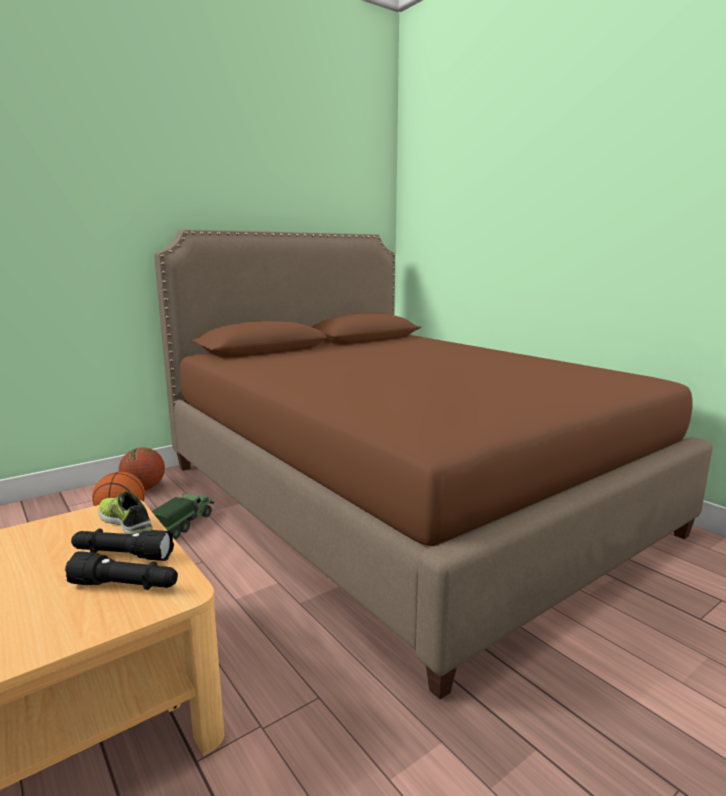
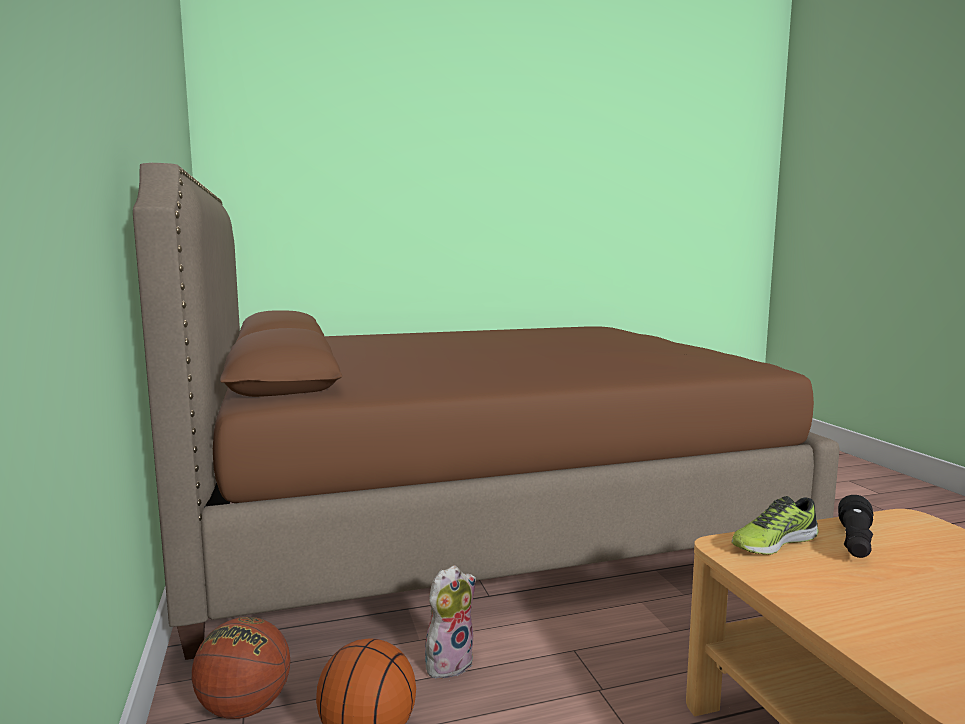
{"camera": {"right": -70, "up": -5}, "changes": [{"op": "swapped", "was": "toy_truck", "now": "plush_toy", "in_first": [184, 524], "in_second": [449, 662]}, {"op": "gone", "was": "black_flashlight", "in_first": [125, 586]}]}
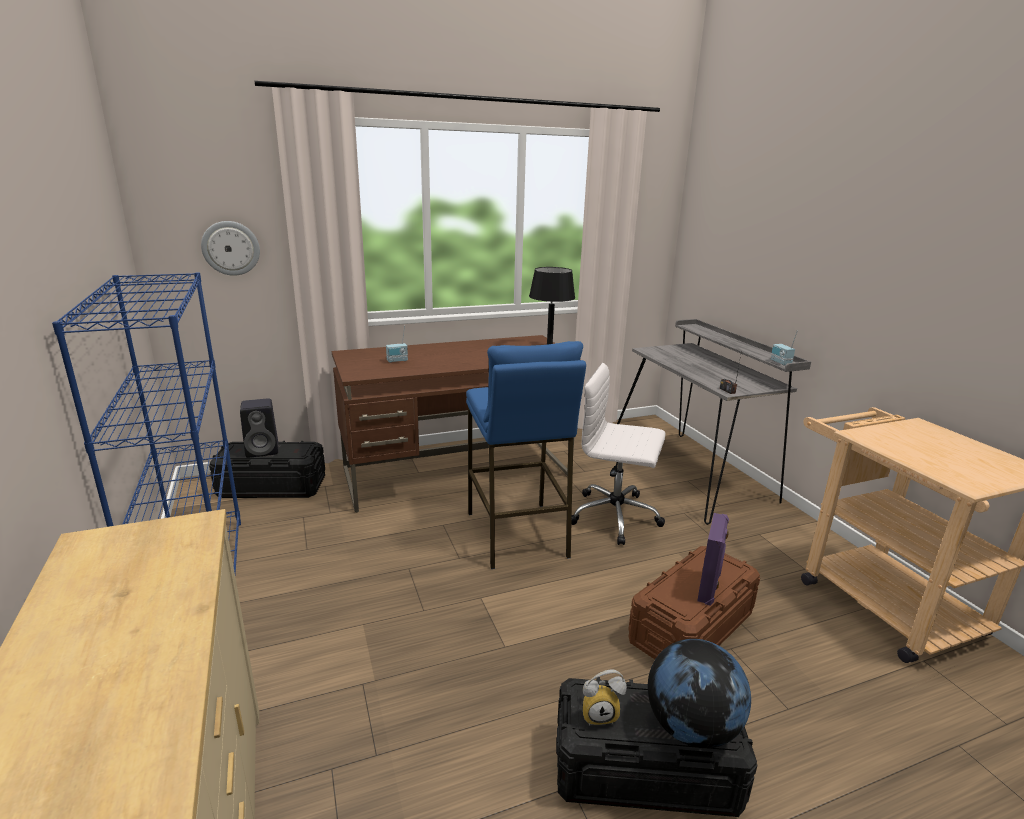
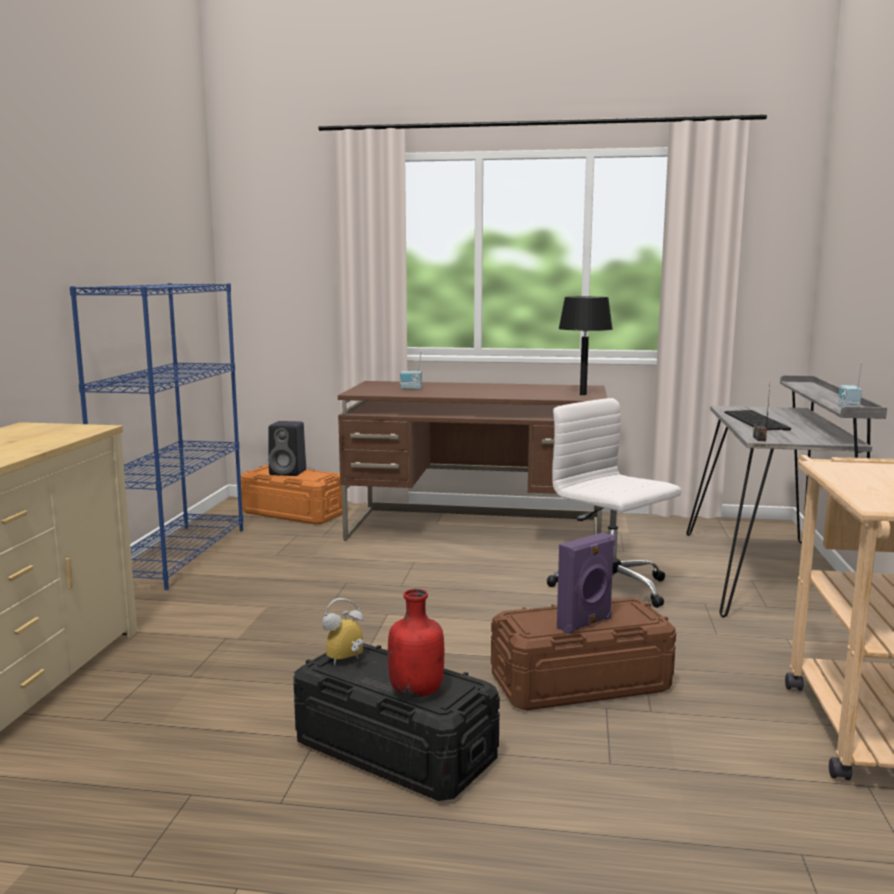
{"camera": {"right": 30, "up": -10}, "changes": [{"op": "repainted", "was": "black_storage_box", "now": "orange_storage_box", "in_first": [272, 487], "in_second": [293, 513]}, {"op": "rotated", "was": "alarm_clock", "in_first": [600, 713], "in_second": [346, 661], "clockwise": 120}, {"op": "swapped", "was": "globe", "now": "red_bottle", "in_first": [691, 728], "in_second": [417, 691]}, {"op": "new", "now": "keyboard", "in_second": [758, 421]}, {"op": "gone", "was": "wall_clock", "in_first": [231, 248]}, {"op": "gone", "was": "blue_stool", "in_first": [517, 534]}]}
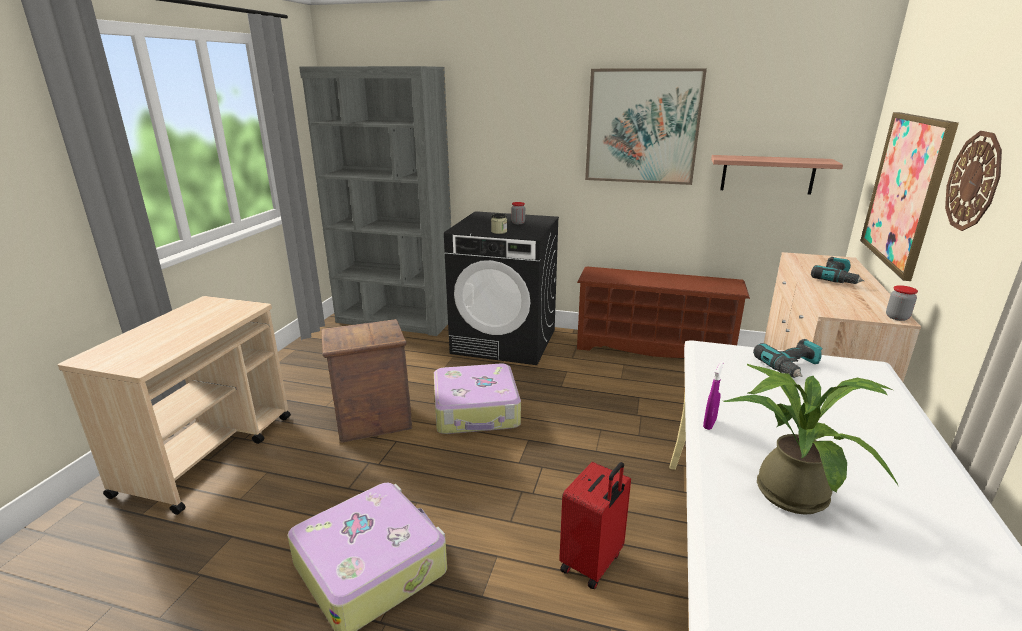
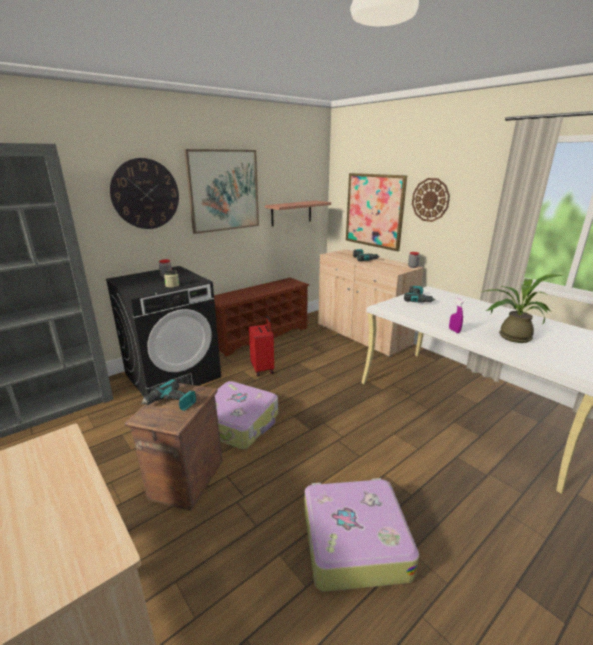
{"camera": {"right": -55, "up": 0}, "changes": [{"op": "new", "now": "wall_clock", "in_second": [145, 194]}, {"op": "new", "now": "power_drill", "in_second": [171, 403]}, {"op": "shifted", "was": "red_suitcase", "in_first": [592, 563], "in_second": [263, 369]}]}
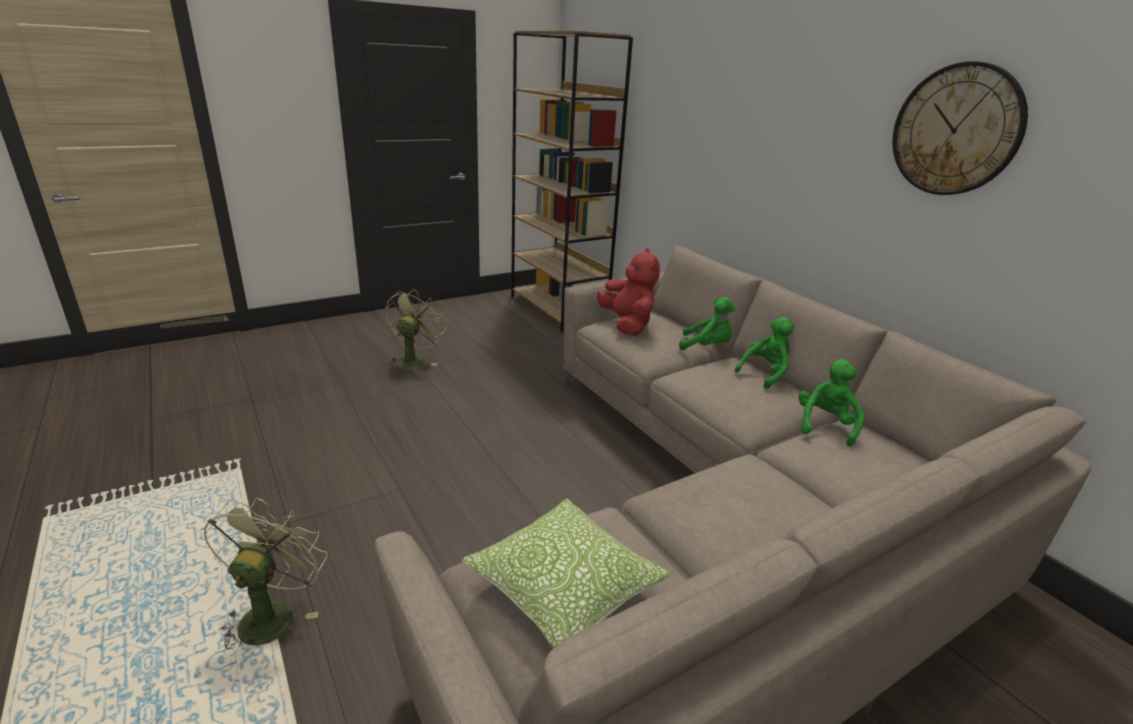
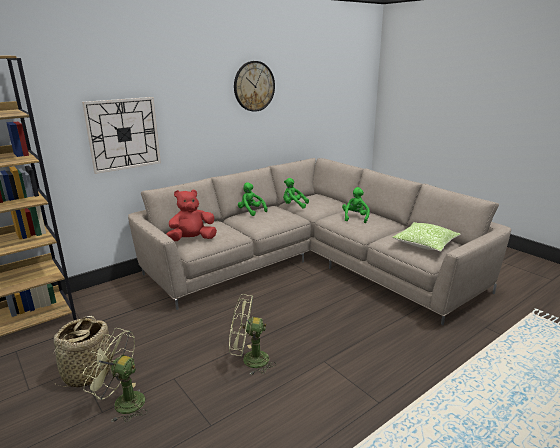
{"camera": {"right": -95, "up": -5}, "changes": [{"op": "new", "now": "basket", "in_second": [87, 373]}, {"op": "new", "now": "wall_clock", "in_second": [123, 134]}, {"op": "shifted", "was": "green_fan", "in_first": [271, 613], "in_second": [249, 360]}, {"op": "shifted", "was": "green_plush_toy", "in_first": [706, 346], "in_second": [355, 218]}]}
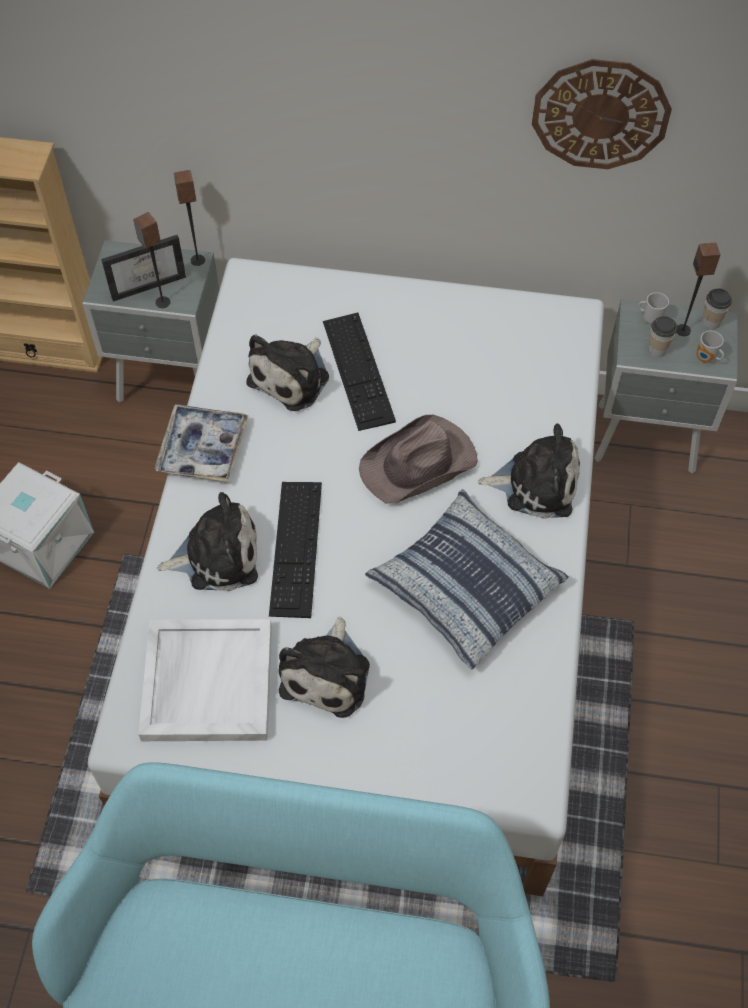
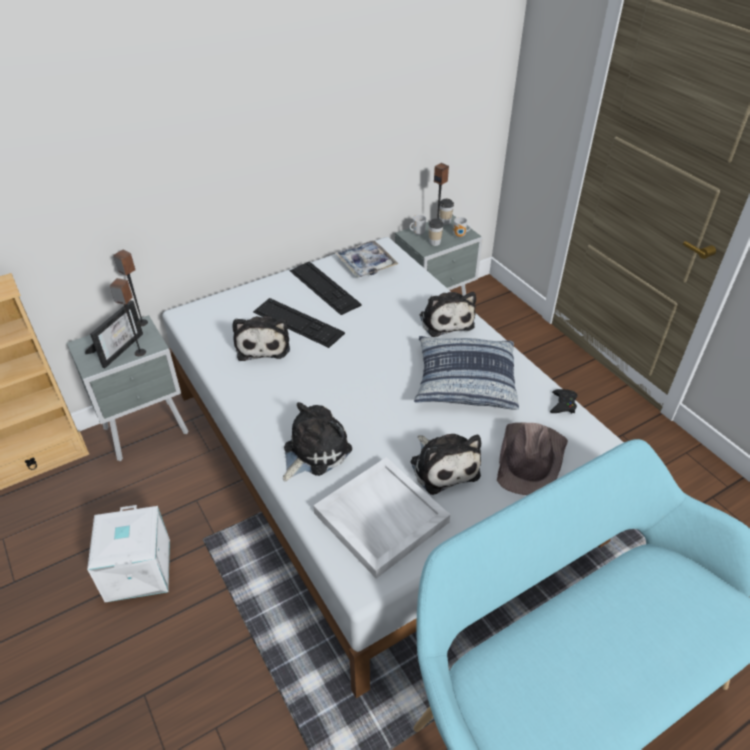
{"camera": {"right": -40, "up": -15}, "changes": [{"op": "shifted", "was": "keyboard", "in_first": [296, 548], "in_second": [324, 287]}, {"op": "shifted", "was": "tray", "in_first": [203, 448], "in_second": [366, 264]}, {"op": "rotated", "was": "plush_toy", "in_first": [536, 483], "in_second": [445, 320], "clockwise": 105}, {"op": "shifted", "was": "brown_hat", "in_first": [419, 464], "in_second": [531, 459]}, {"op": "new", "now": "black_game_controller", "in_second": [563, 404]}, {"op": "gone", "was": "wall_clock", "in_first": [600, 114]}]}
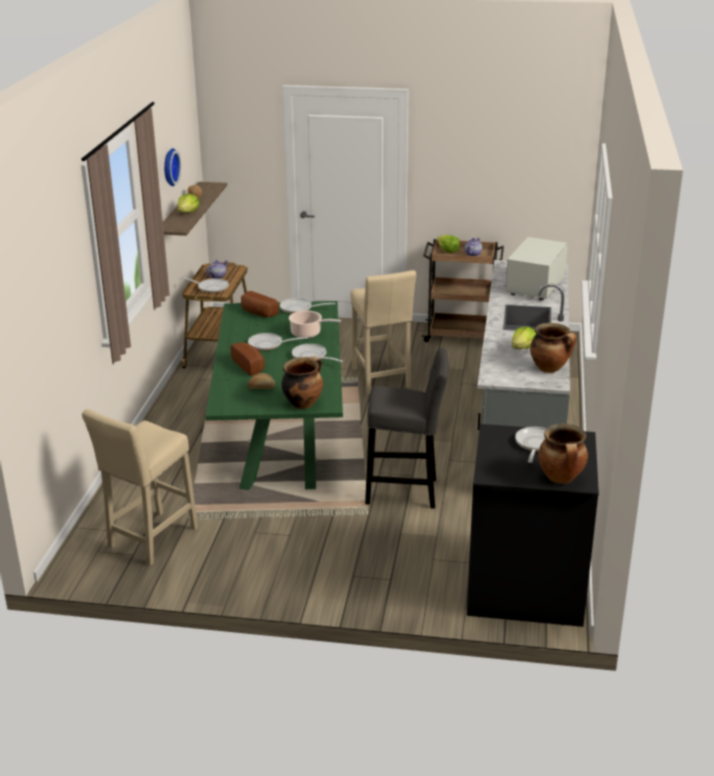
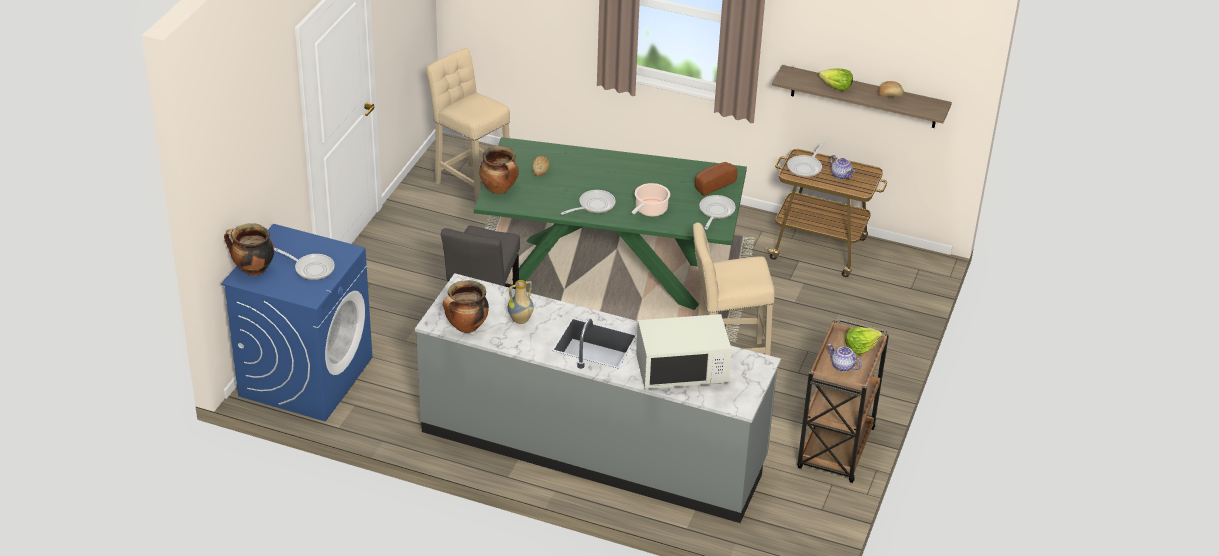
{"camera": {"right": 100, "up": 10}, "changes": [{"op": "repainted", "was": "black_washing_machine", "now": "blue_washing_machine", "in_first": [524, 587], "in_second": [306, 376]}, {"op": "swapped", "was": "lettuce", "now": "vase", "in_first": [523, 348], "in_second": [520, 320]}, {"op": "rotated", "was": "white_microwave", "in_first": [535, 286], "in_second": [682, 371], "clockwise": 135}, {"op": "gone", "was": "wall_clock", "in_first": [169, 167]}, {"op": "gone", "was": "bread", "in_first": [250, 366]}, {"op": "gone", "was": "frying_pan", "in_first": [268, 345]}]}
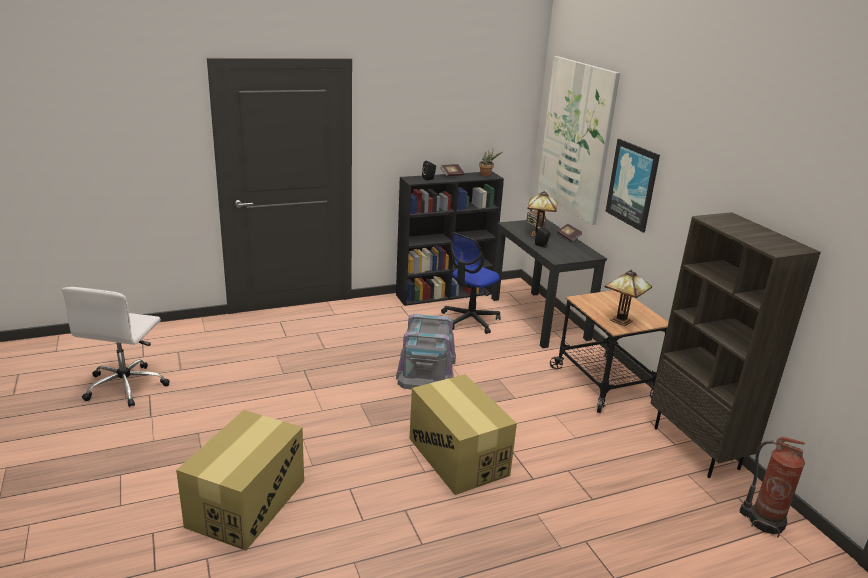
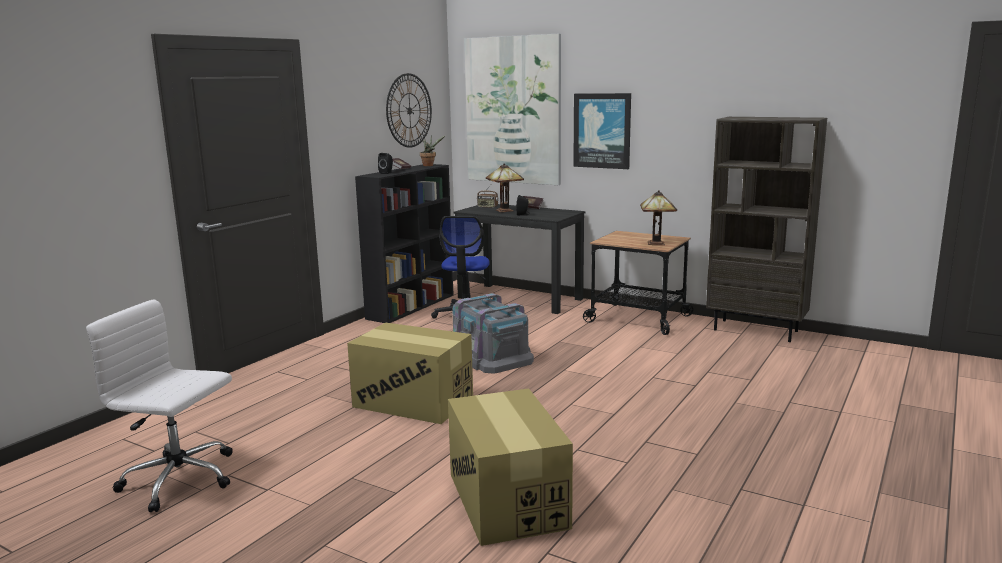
{"camera": {"right": -35, "up": -10}, "changes": [{"op": "rotated", "was": "white_office_chair", "in_first": [126, 386], "in_second": [181, 480], "clockwise": 135}, {"op": "shifted", "was": "cardboard_box", "in_first": [458, 456], "in_second": [413, 401]}, {"op": "new", "now": "wall_clock", "in_second": [409, 110]}, {"op": "gone", "was": "fire_extinguisher", "in_first": [764, 521]}]}
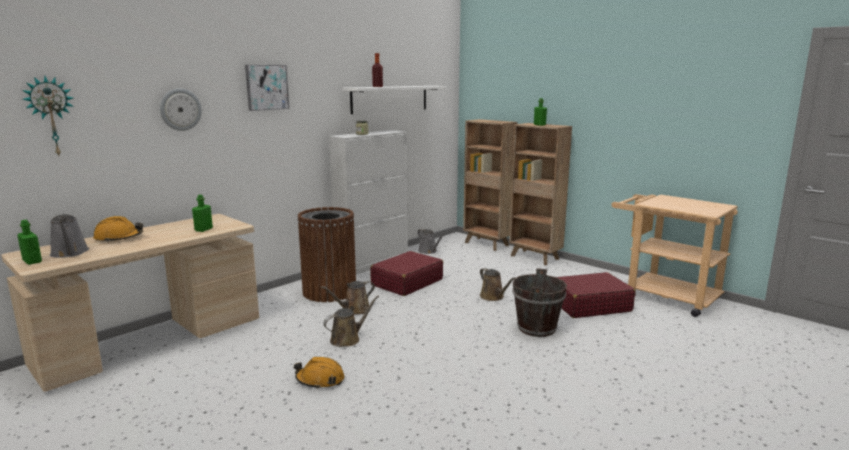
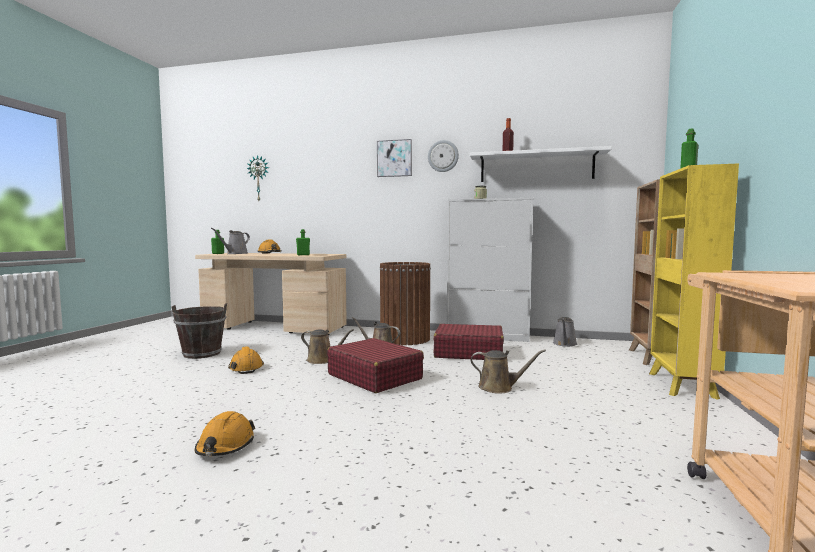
{"camera": {"right": 60, "up": -10}, "changes": [{"op": "shifted", "was": "brown_bucket", "in_first": [537, 328], "in_second": [201, 354]}, {"op": "new", "now": "orange_hard_hat", "in_second": [225, 446]}, {"op": "shifted", "was": "red_suitcase", "in_first": [589, 305], "in_second": [374, 377]}, {"op": "shifted", "was": "wall_clock", "in_first": [180, 109], "in_second": [443, 156]}, {"op": "rotated", "was": "brown_watering_can", "in_first": [493, 297], "in_second": [499, 388], "clockwise": -105}, {"op": "repainted", "was": "brown_bookcase", "now": "yellow_bookcase", "in_first": [535, 258], "in_second": [681, 386]}]}
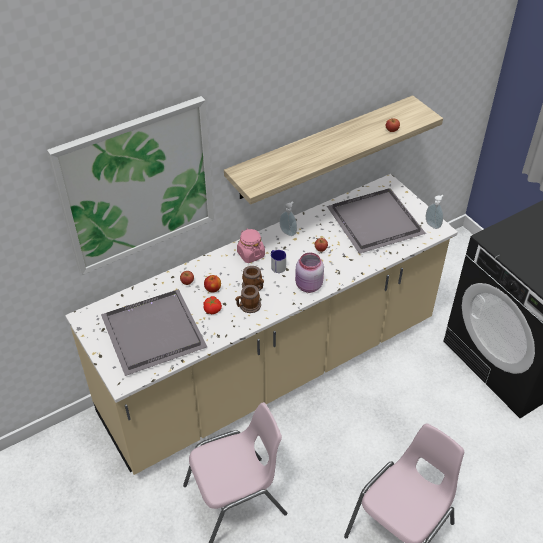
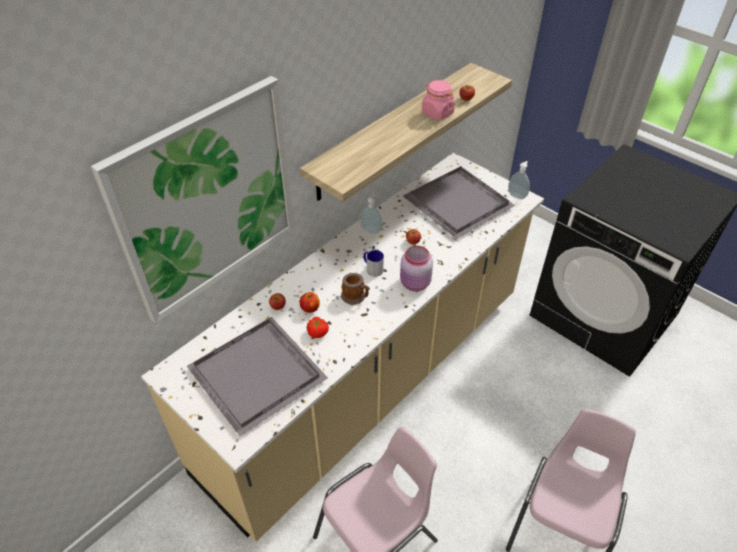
{"camera": {"right": -15, "up": 0}, "changes": [{"op": "shifted", "was": "pink_jar", "in_first": [250, 254], "in_second": [437, 113]}, {"op": "gone", "was": "mug", "in_first": [248, 306]}]}
